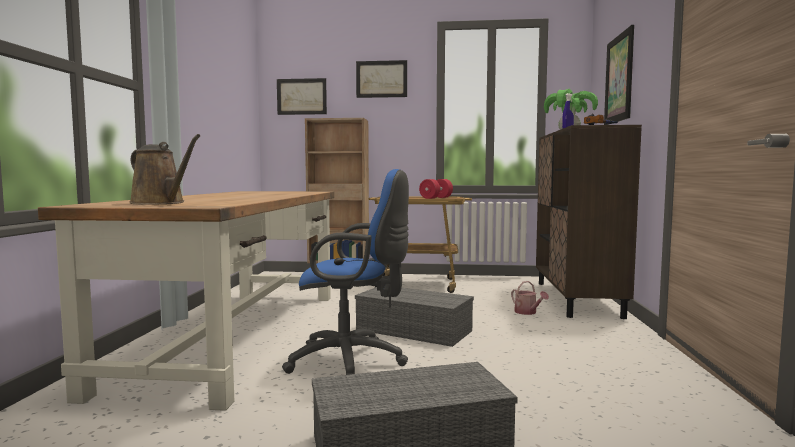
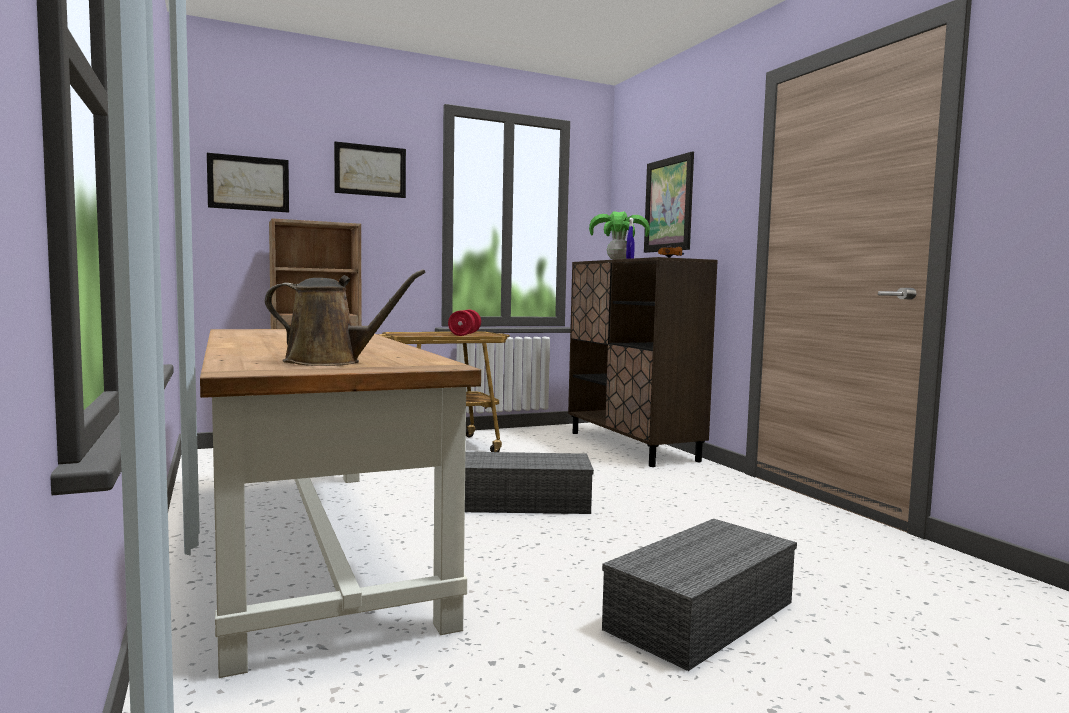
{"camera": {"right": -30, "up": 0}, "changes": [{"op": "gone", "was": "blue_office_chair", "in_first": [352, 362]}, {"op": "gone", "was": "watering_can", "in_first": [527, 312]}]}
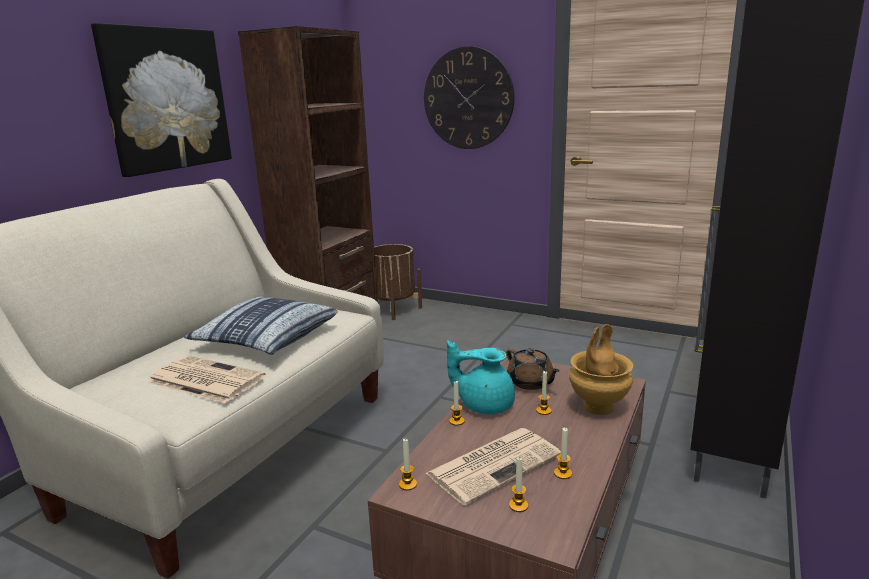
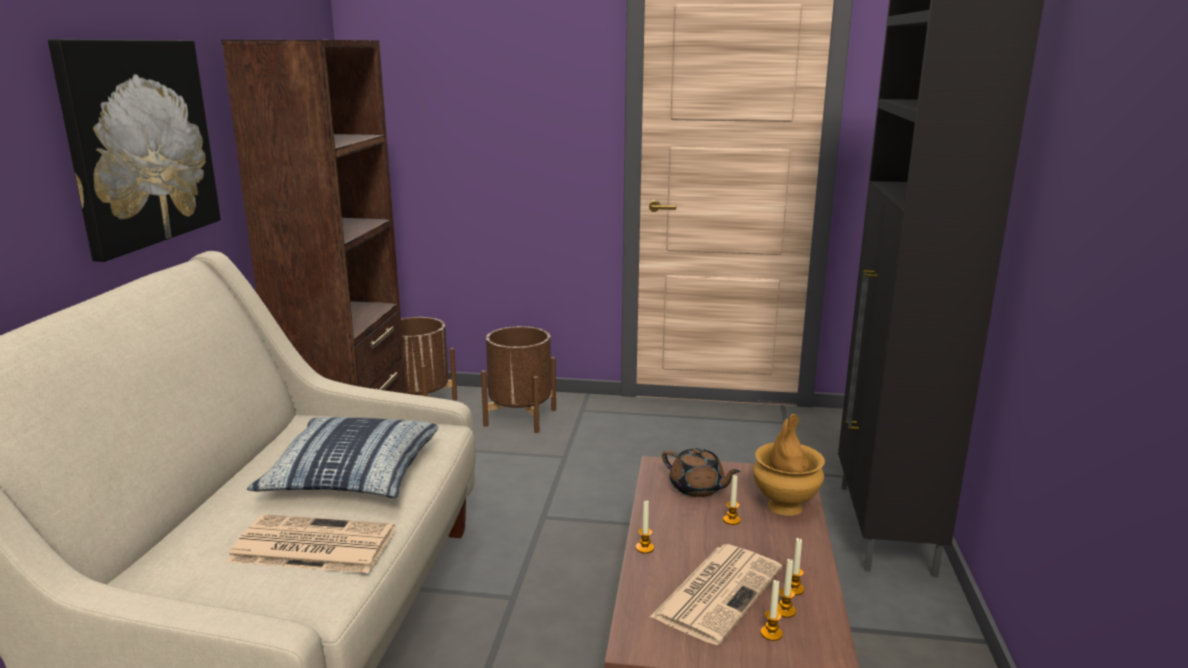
{"camera": {"right": -20, "up": 0}, "changes": [{"op": "new", "now": "brown_planter", "in_second": [520, 417]}, {"op": "shifted", "was": "candle", "in_first": [408, 484], "in_second": [785, 611]}, {"op": "gone", "was": "wall_clock", "in_first": [468, 99]}, {"op": "gone", "was": "turquoise_teapot", "in_first": [484, 405]}]}
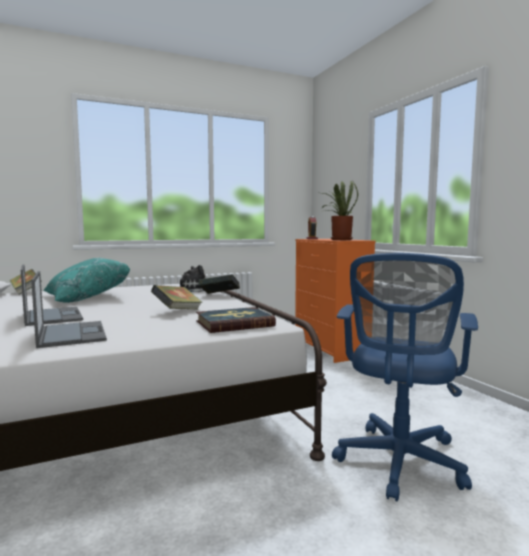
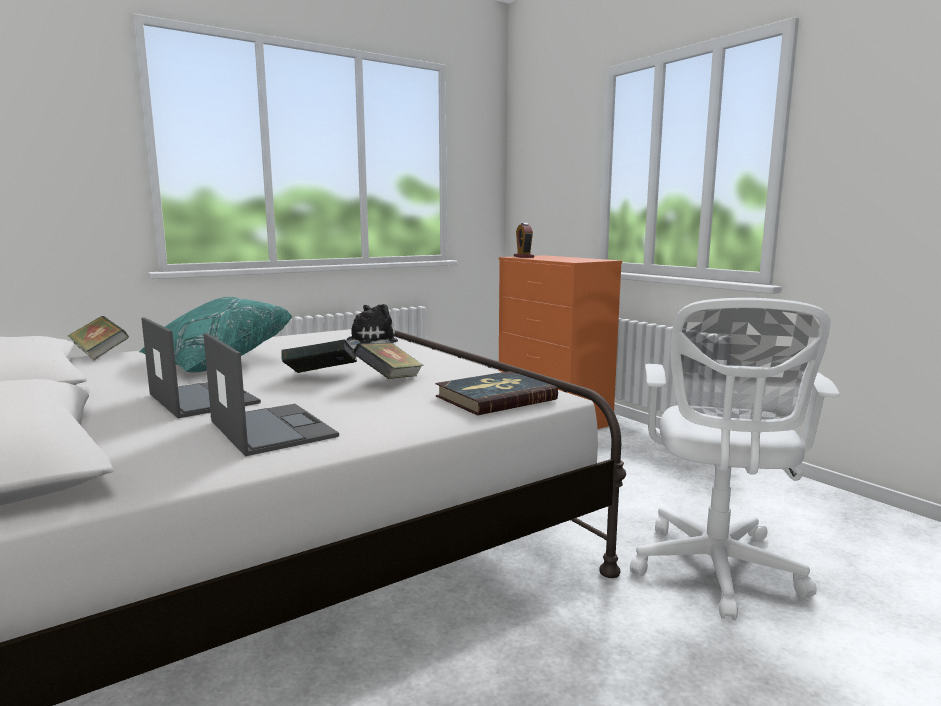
{"camera": {"right": -10, "up": 5}, "changes": [{"op": "shifted", "was": "book", "in_first": [219, 295], "in_second": [321, 376]}, {"op": "repainted", "was": "blue_office_chair", "now": "white_office_chair", "in_first": [399, 464], "in_second": [715, 571]}, {"op": "gone", "was": "potted_plant", "in_first": [339, 240]}]}
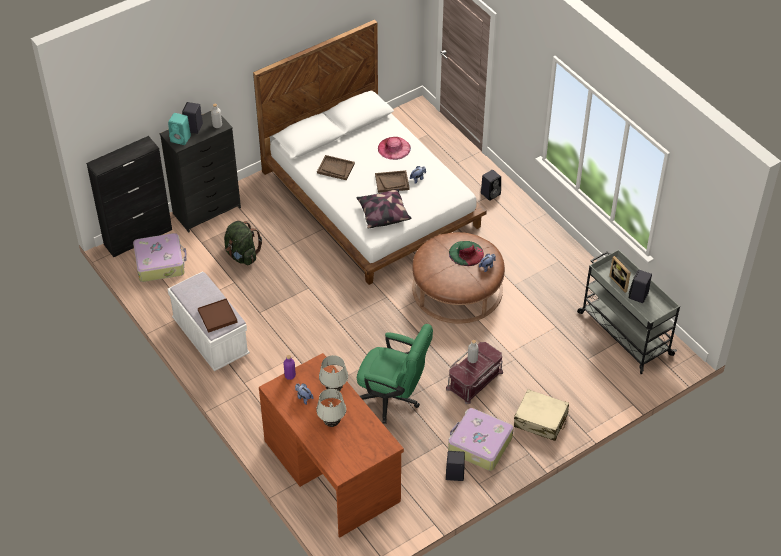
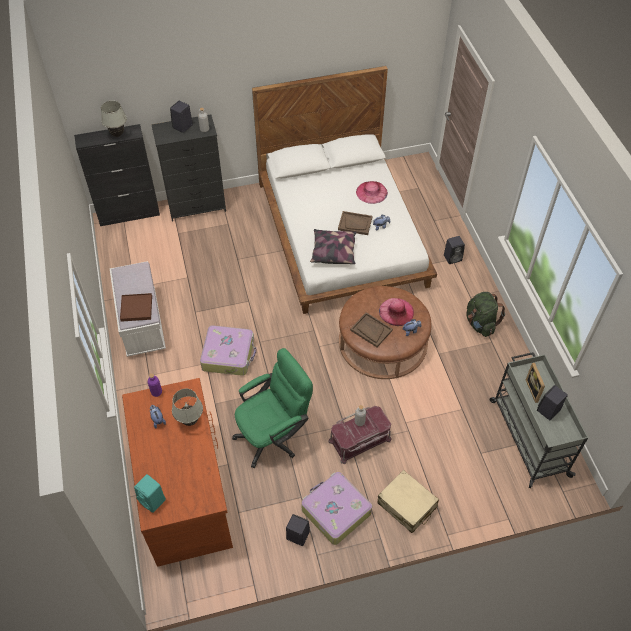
{"camera": {"right": 20, "up": 5}, "changes": [{"op": "shifted", "was": "white_table_lamp", "in_first": [331, 423], "in_second": [117, 135]}, {"op": "shifted", "was": "turquoise_speaker", "in_first": [181, 139], "in_second": [153, 500]}, {"op": "shifted", "was": "suitcase", "in_first": [160, 262], "in_second": [229, 355]}, {"op": "rotated", "was": "green_office_chair", "in_first": [392, 399], "in_second": [274, 435], "clockwise": -75}, {"op": "shifted", "was": "brown_tray", "in_first": [335, 168], "in_second": [371, 330]}, {"op": "repainted", "was": "green_hat", "now": "pink_hat", "in_first": [466, 253], "in_second": [396, 311]}, {"op": "shifted", "was": "green_backpack", "in_first": [242, 255], "in_second": [480, 324]}]}
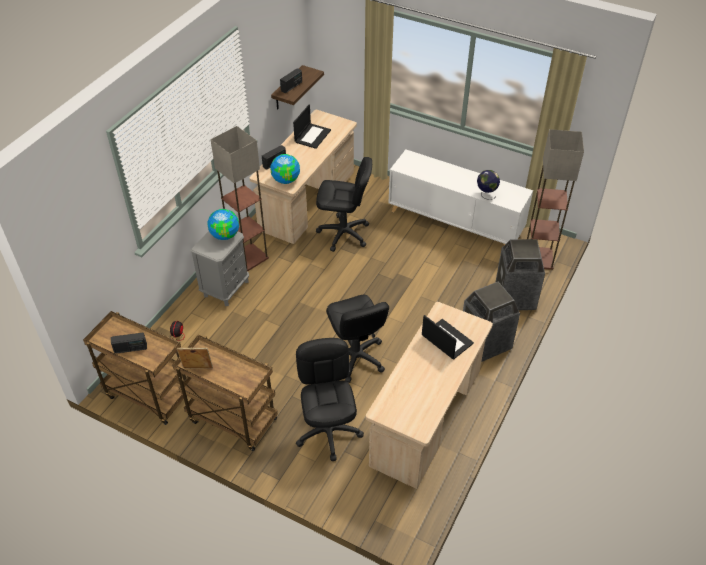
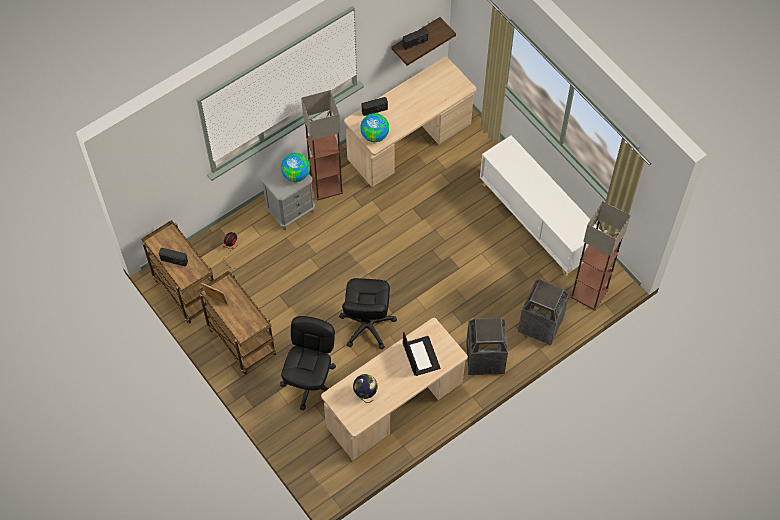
{"camera": {"right": 25, "up": 15}, "changes": [{"op": "shifted", "was": "globe", "in_first": [486, 194], "in_second": [365, 393]}, {"op": "gone", "was": "laptop", "in_first": [312, 136]}, {"op": "gone", "was": "black_office_chair", "in_first": [344, 234]}]}
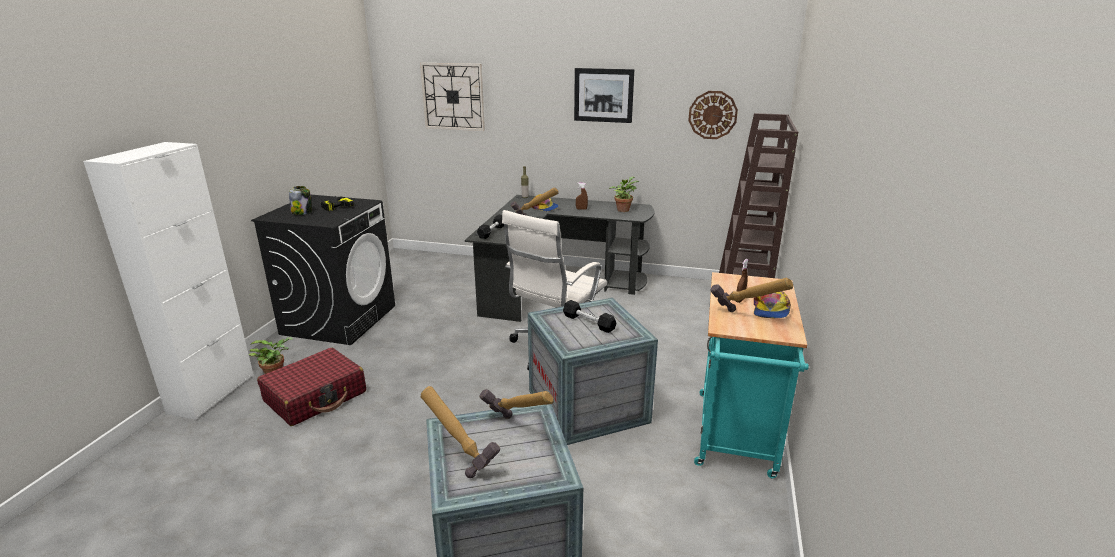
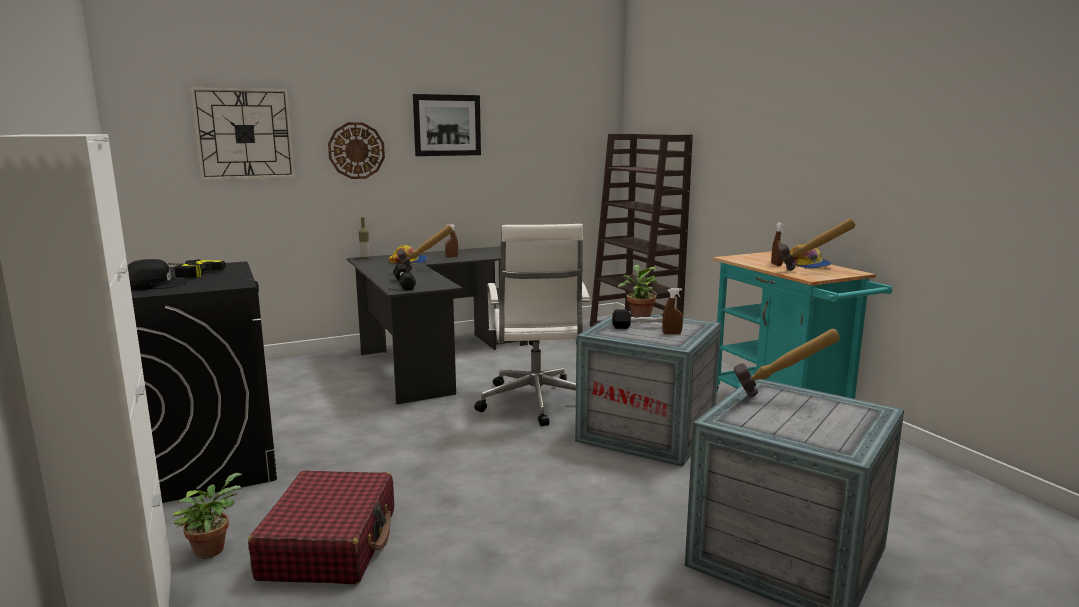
{"camera": {"right": -40, "up": -10}, "changes": [{"op": "swapped", "was": "jar", "now": "black_cap", "in_first": [302, 212], "in_second": [155, 284]}, {"op": "shifted", "was": "wall_clock", "in_first": [712, 115], "in_second": [356, 150]}, {"op": "shifted", "was": "potted_plant", "in_first": [623, 209], "in_second": [639, 316]}, {"op": "new", "now": "brown_spray_bottle", "in_second": [672, 333]}, {"op": "gone", "was": "hammer", "in_first": [462, 459]}]}
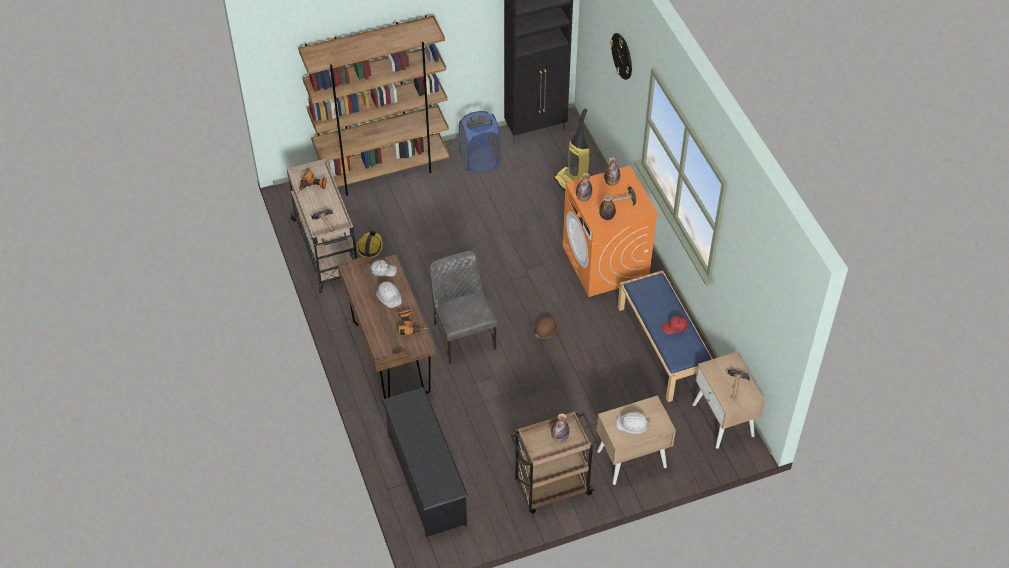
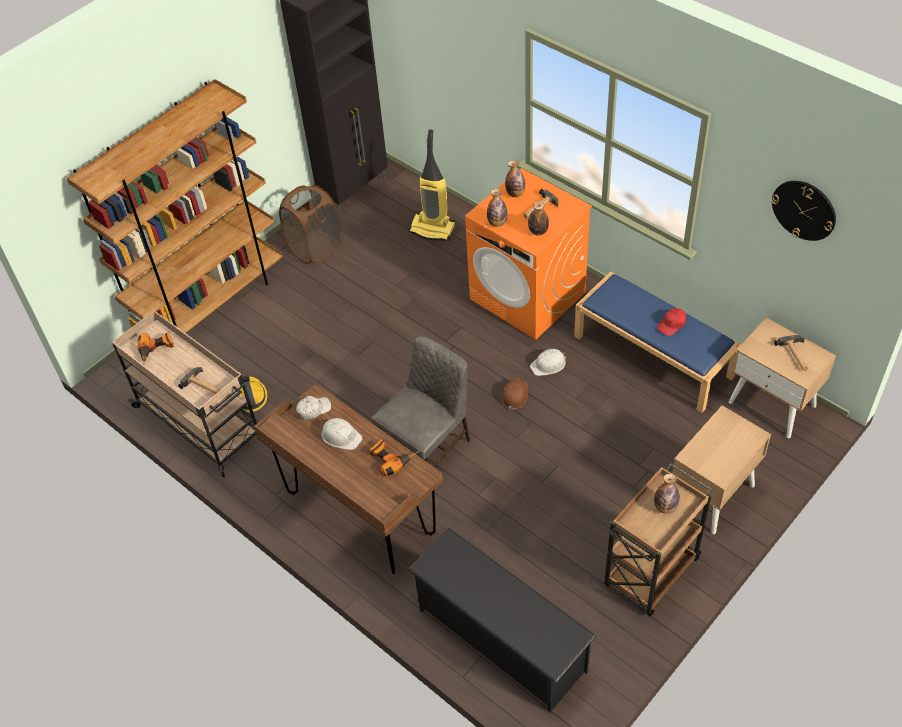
{"camera": {"right": -25, "up": 0}, "changes": [{"op": "repainted", "was": "blue_laundry_basket", "now": "brown_laundry_basket", "in_first": [480, 161], "in_second": [315, 248]}, {"op": "rotated", "was": "grey_chair", "in_first": [463, 335], "in_second": [427, 446], "clockwise": 90}, {"op": "shifted", "was": "white_hard_hat", "in_first": [632, 424], "in_second": [548, 364]}, {"op": "shifted", "was": "wall_clock", "in_first": [622, 56], "in_second": [804, 210]}]}
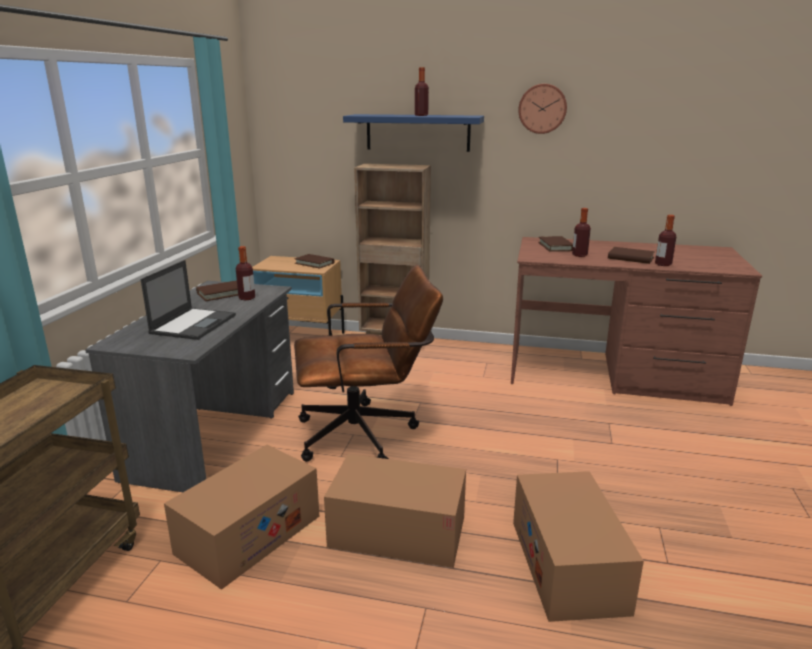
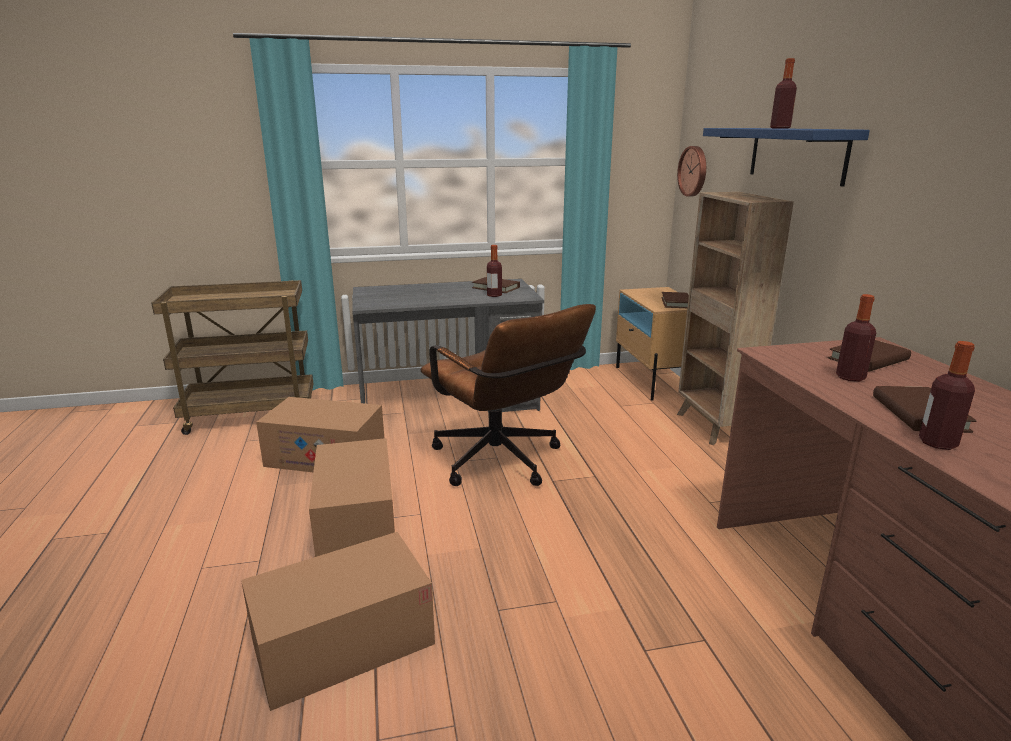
{"camera": {"right": 65, "up": 0}, "changes": [{"op": "shifted", "was": "wall_clock", "in_first": [542, 108], "in_second": [694, 171]}, {"op": "gone", "was": "laptop", "in_first": [194, 324]}]}
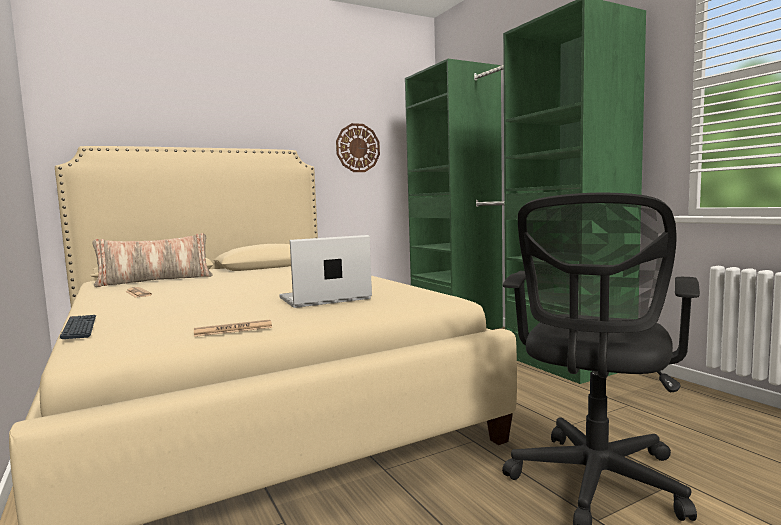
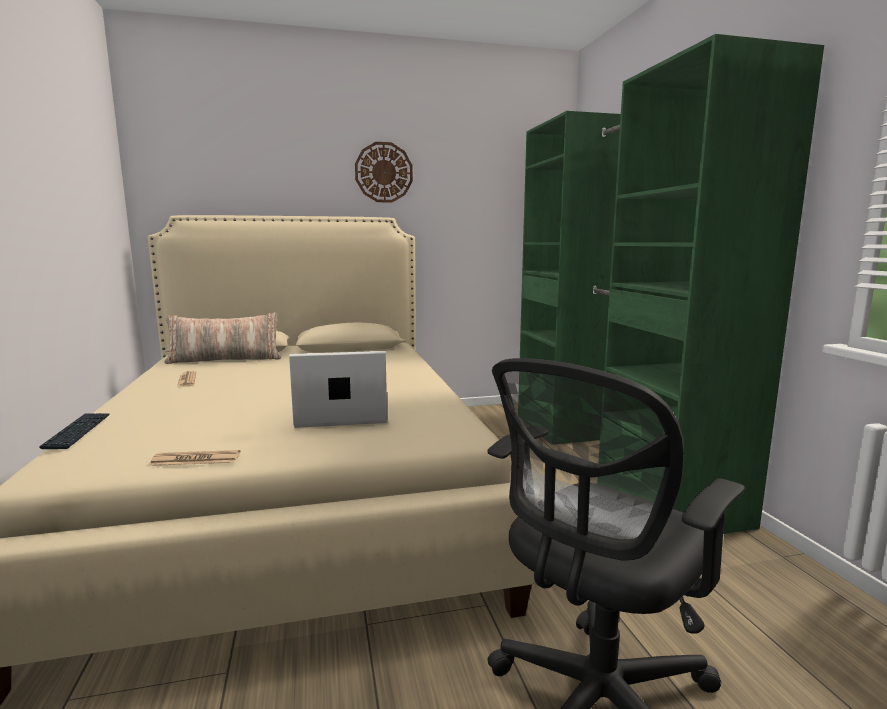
{"camera": {"right": 15, "up": 5}, "changes": [{"op": "shifted", "was": "wall_clock", "in_first": [357, 148], "in_second": [384, 172]}]}
